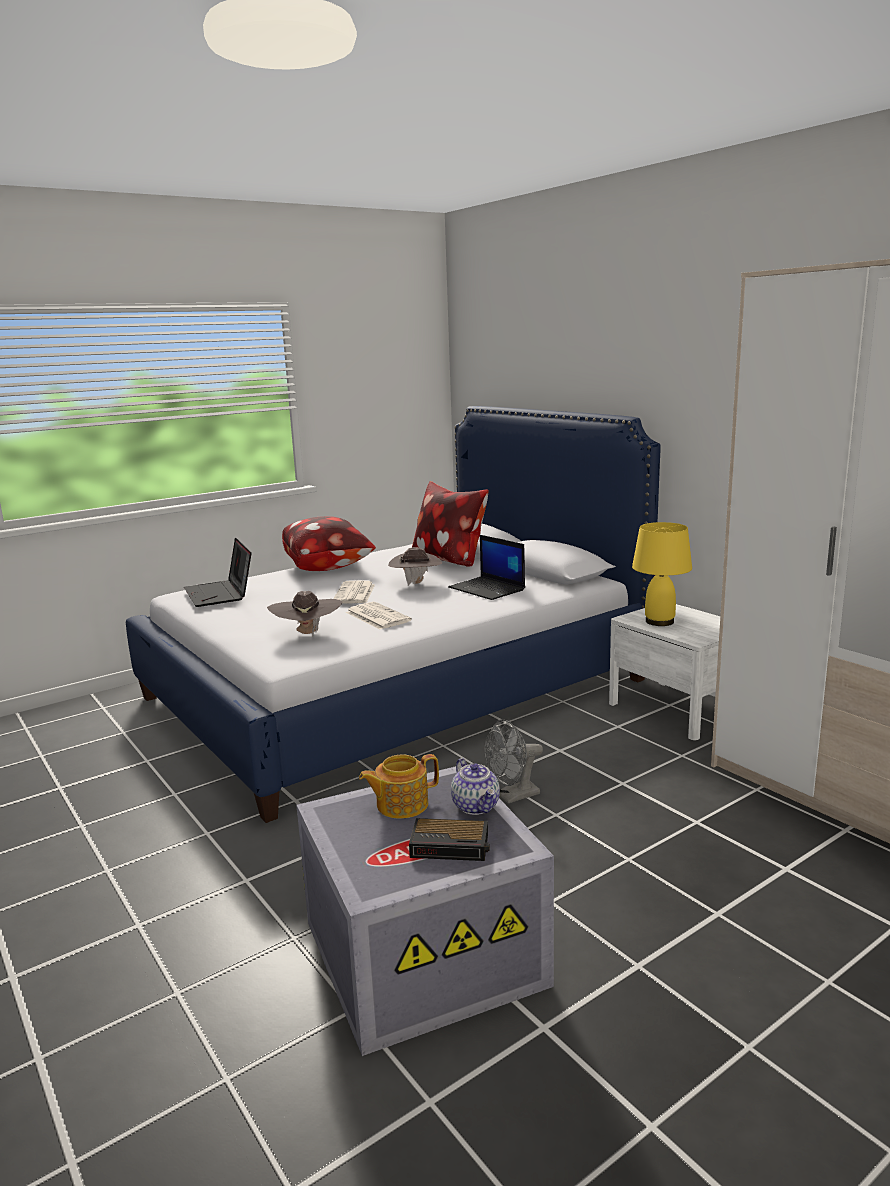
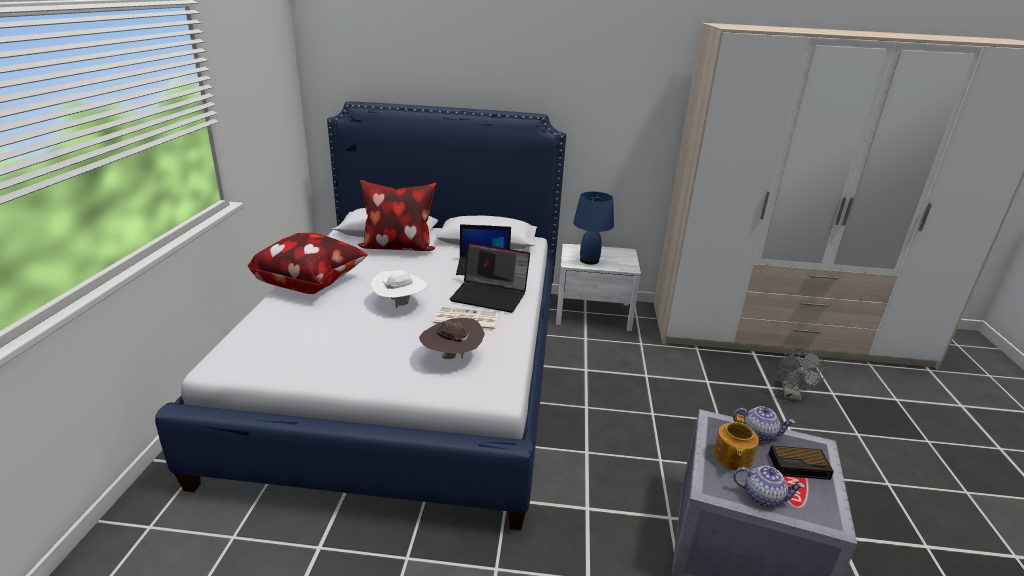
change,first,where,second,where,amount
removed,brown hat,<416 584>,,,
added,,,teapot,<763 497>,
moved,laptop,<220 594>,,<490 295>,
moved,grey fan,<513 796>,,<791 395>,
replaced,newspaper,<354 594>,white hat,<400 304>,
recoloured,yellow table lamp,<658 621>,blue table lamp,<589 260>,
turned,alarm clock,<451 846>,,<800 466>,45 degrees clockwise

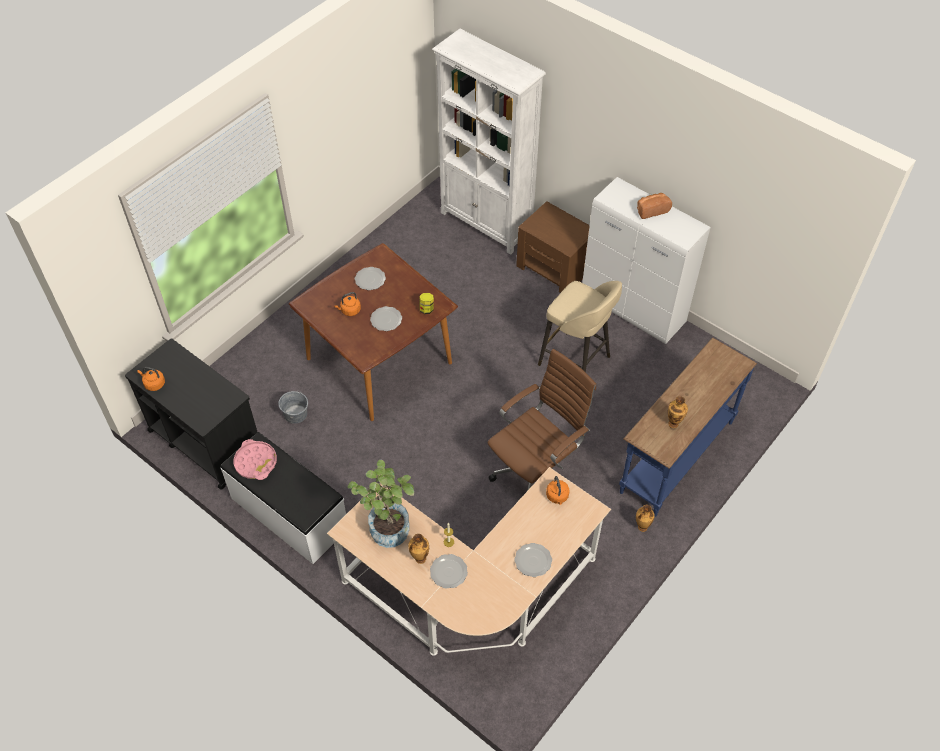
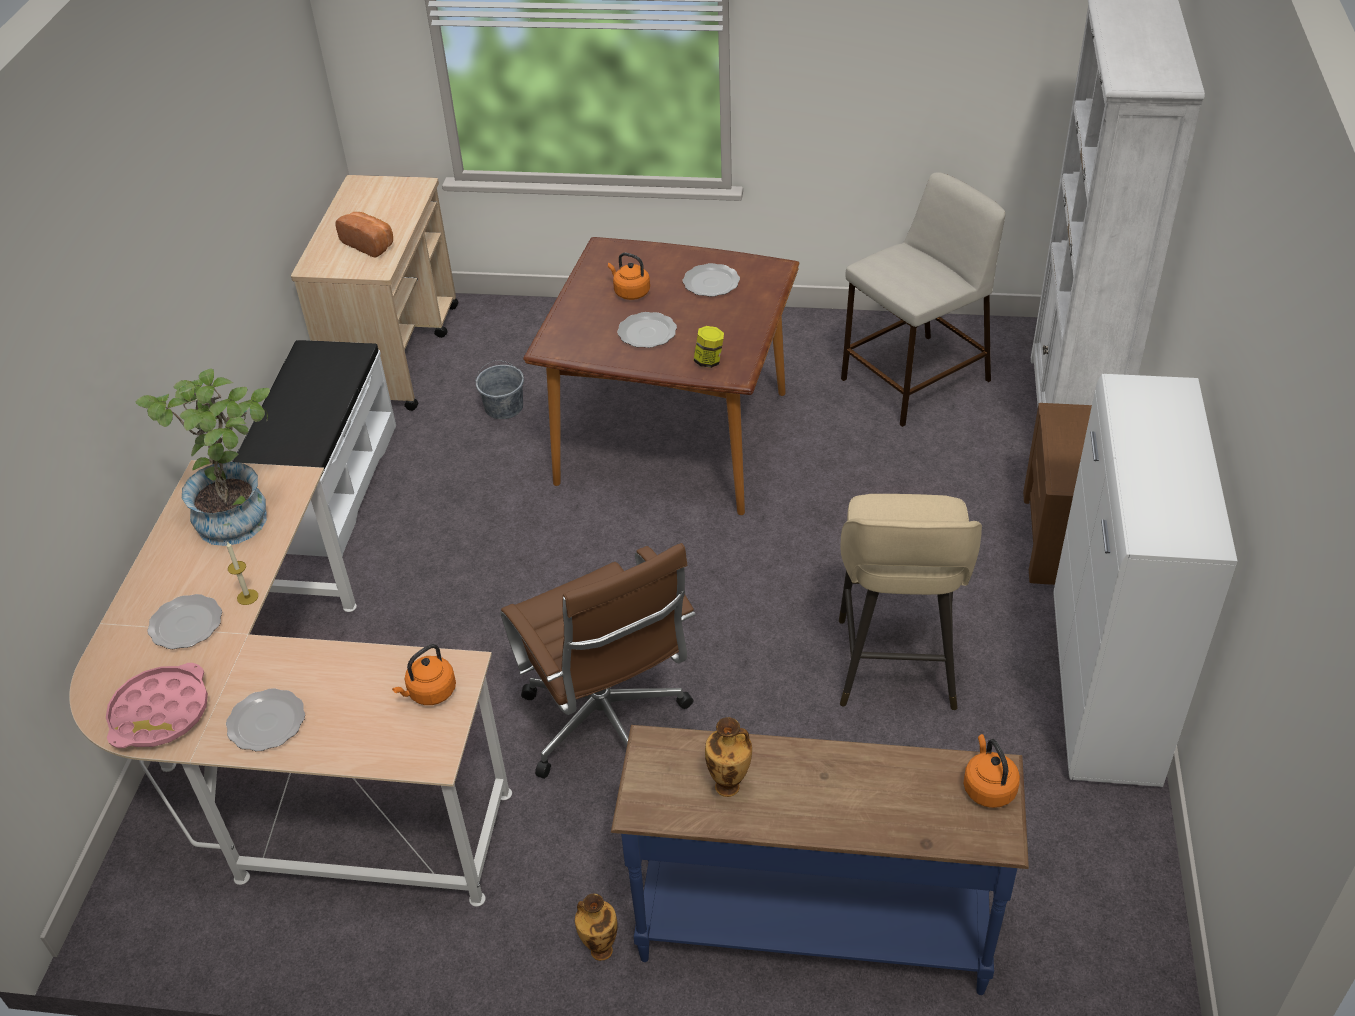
change,first,where,second,where,amount
removed,vase,<419 559>,,,
added,,,beige stool,<914 381>,
moved,orange kettle,<153 384>,,<988 787>,
moved,pink tray,<256 462>,,<160 713>,
moved,bread,<651 210>,,<370 244>,
recoloured,black cart,<205 441>,beige cart,<395 353>,
turned,brown office chair,<536 472>,,<608 728>,45 degrees clockwise

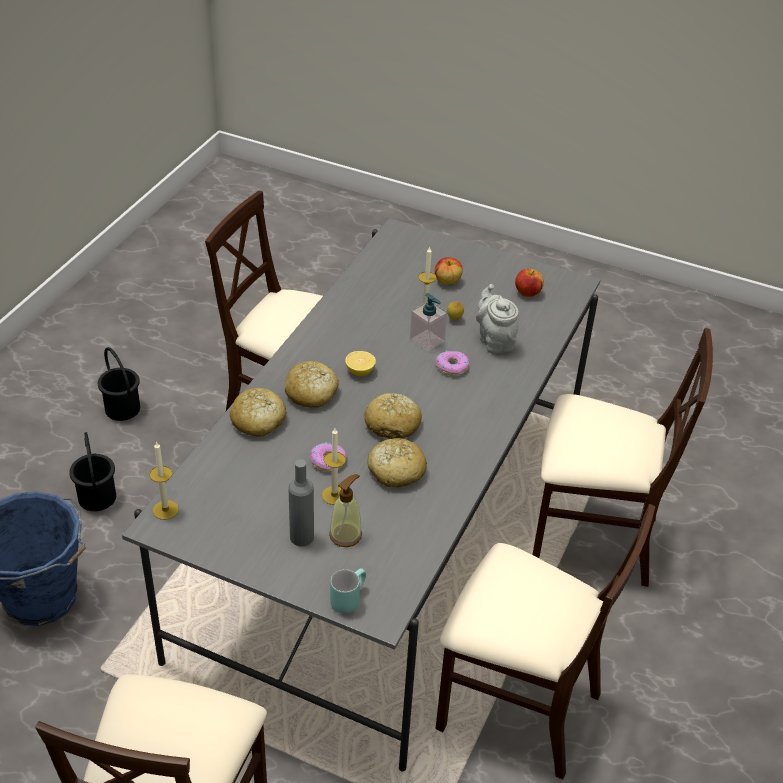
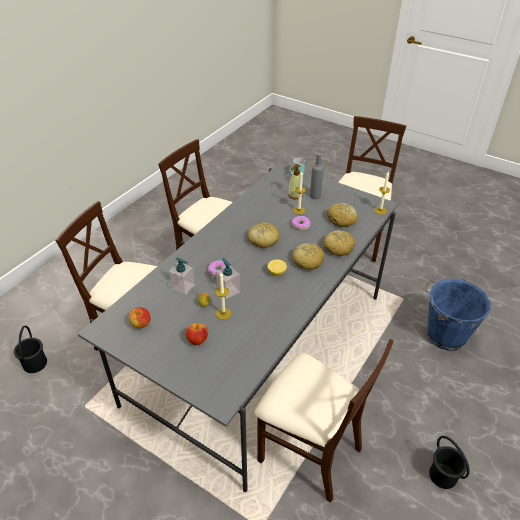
change,first,where,second,where,amount
moved,black bucket,<98 497>,,<34 364>,
moved,bread,<395 471>,,<342 220>,
replaced,grey teapot,<495 340>,soap dispenser,<183 287>,

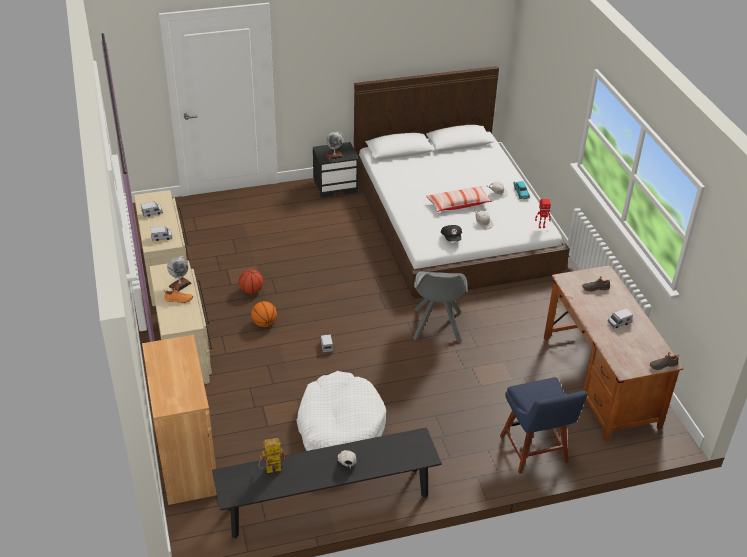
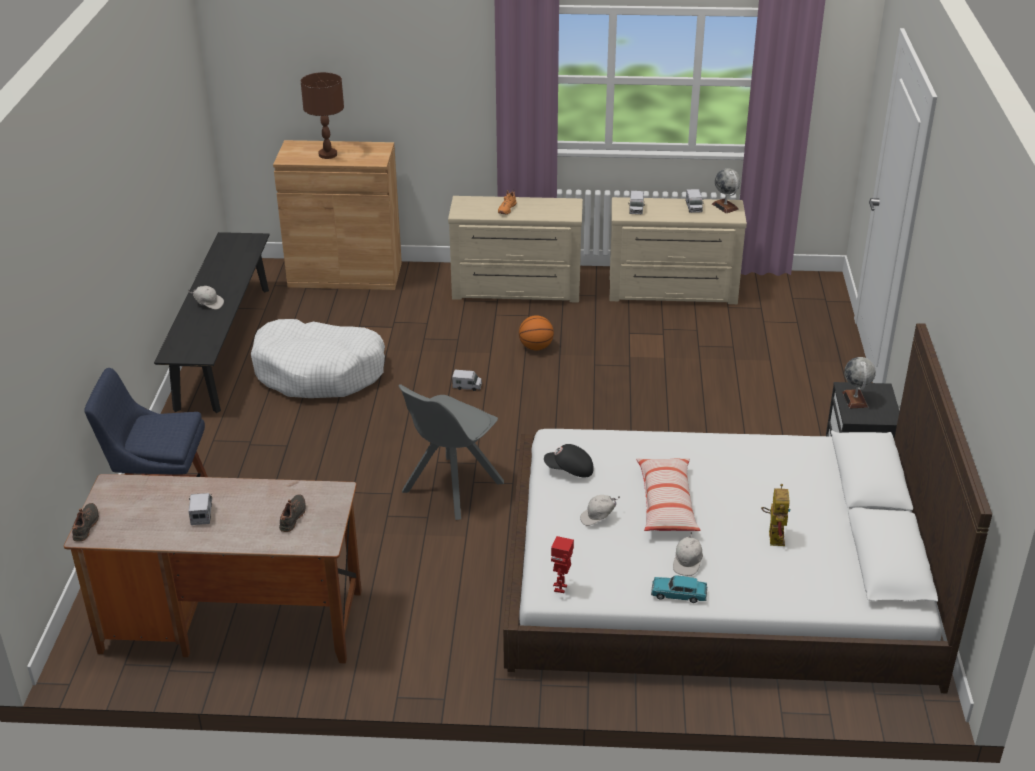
change,first,where,second,where,amount
removed,basketball,<251 291>,,,
added,,,brown table lamp,<328 155>,
moved,globe,<180 284>,,<725 206>,
moved,toy robot,<270 470>,,<773 535>,
turned,grey chair,<437 326>,,<450 488>,75 degrees counterclockwise

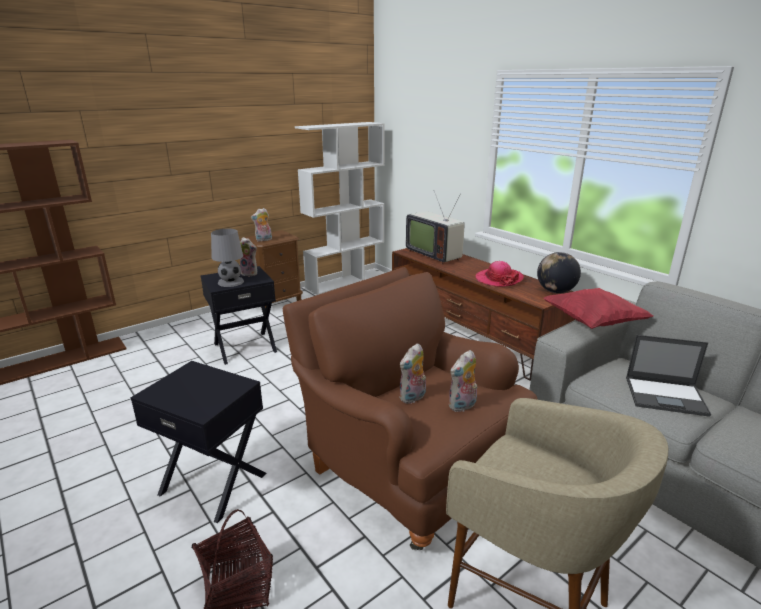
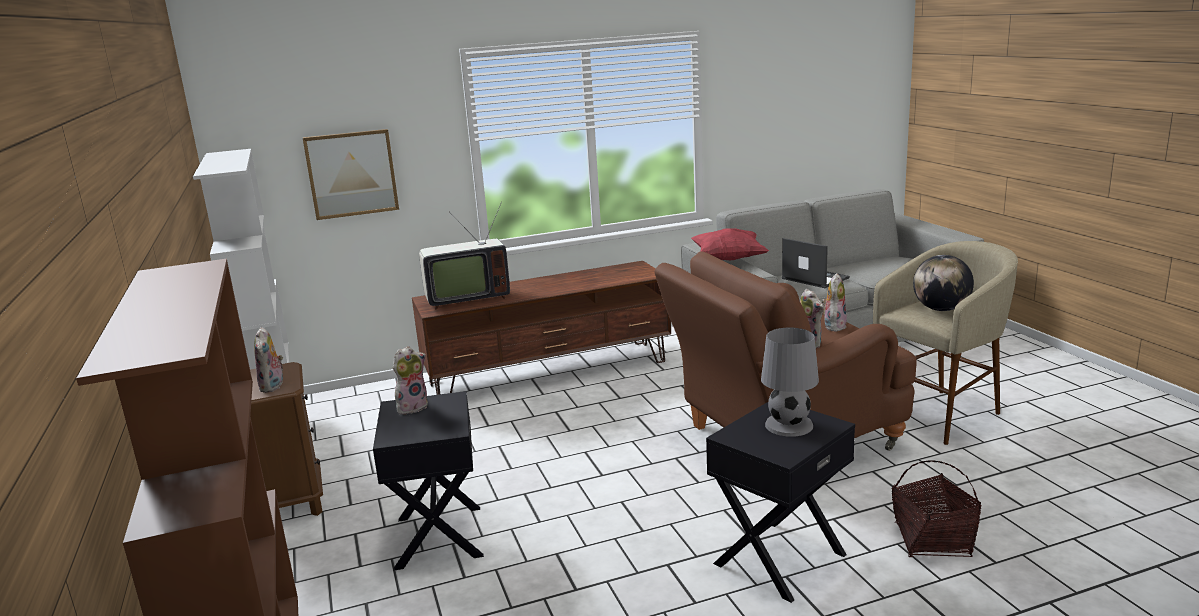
change,first,where,second,where,amount
removed,hat,<498 279>,,,
added,,,picture,<351 174>,
moved,grey table lamp,<230 282>,,<789 425>,
moved,globe,<555 291>,,<941 309>,
turned,plush toy,<462 406>,,<833 326>,135 degrees counterclockwise
turned,laptop,<666 396>,,<814 278>,75 degrees counterclockwise

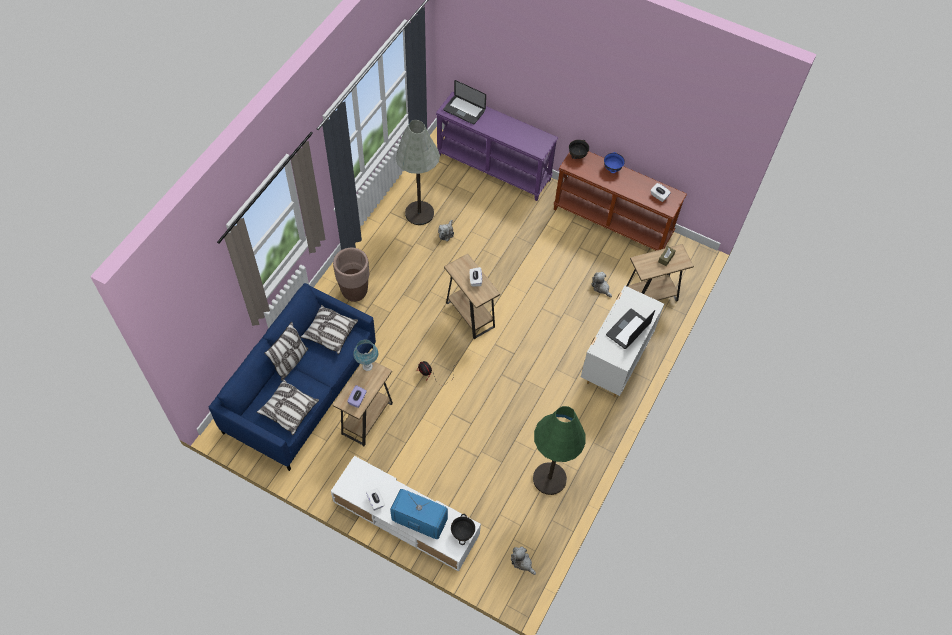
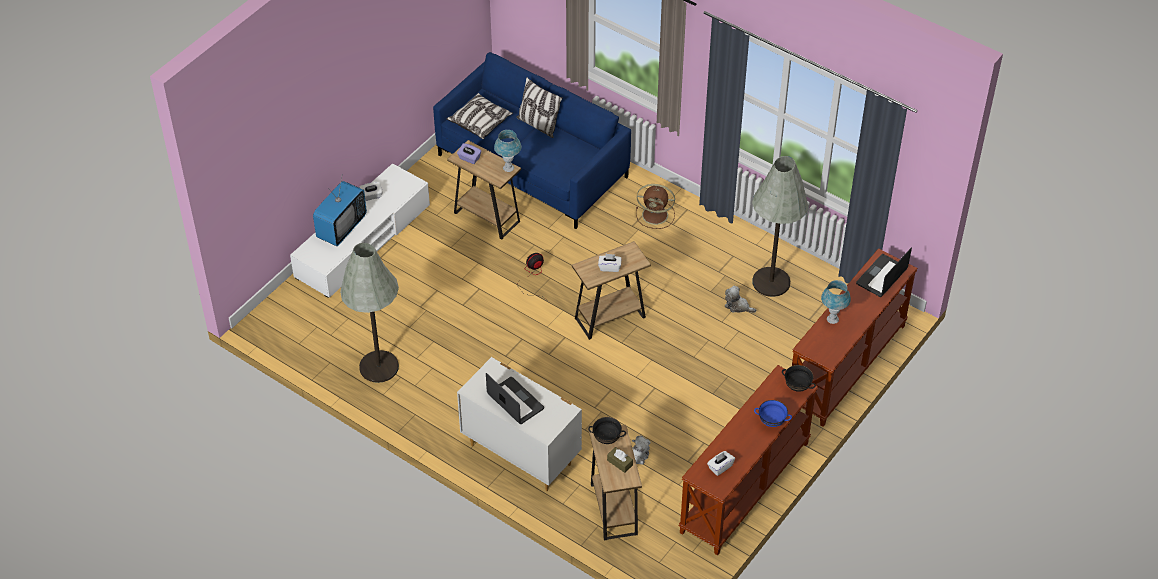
change,first,where,second,where,amount
removed,pillow,<330 333>,,,
removed,plush toy,<522 562>,,,
added,,,blue table lamp,<832 319>,
moved,black bowl,<462 533>,,<607 439>,
replaced,brown planter,<354 292>,brown fan,<656 215>,
recoloured,purple console table,<494 167>,brown console table,<847 366>,
recoloured,green floor lamp,<549 478>,grey floor lamp,<379 367>,

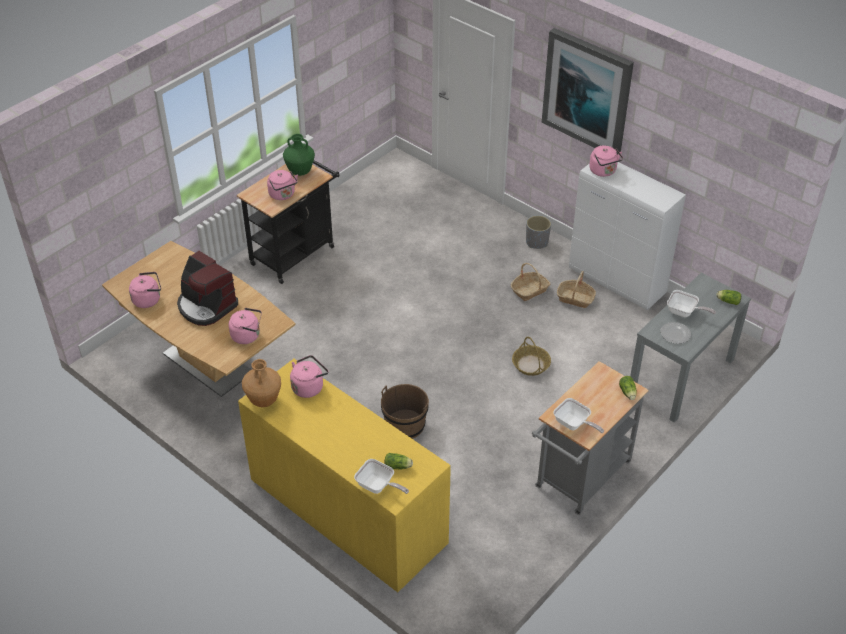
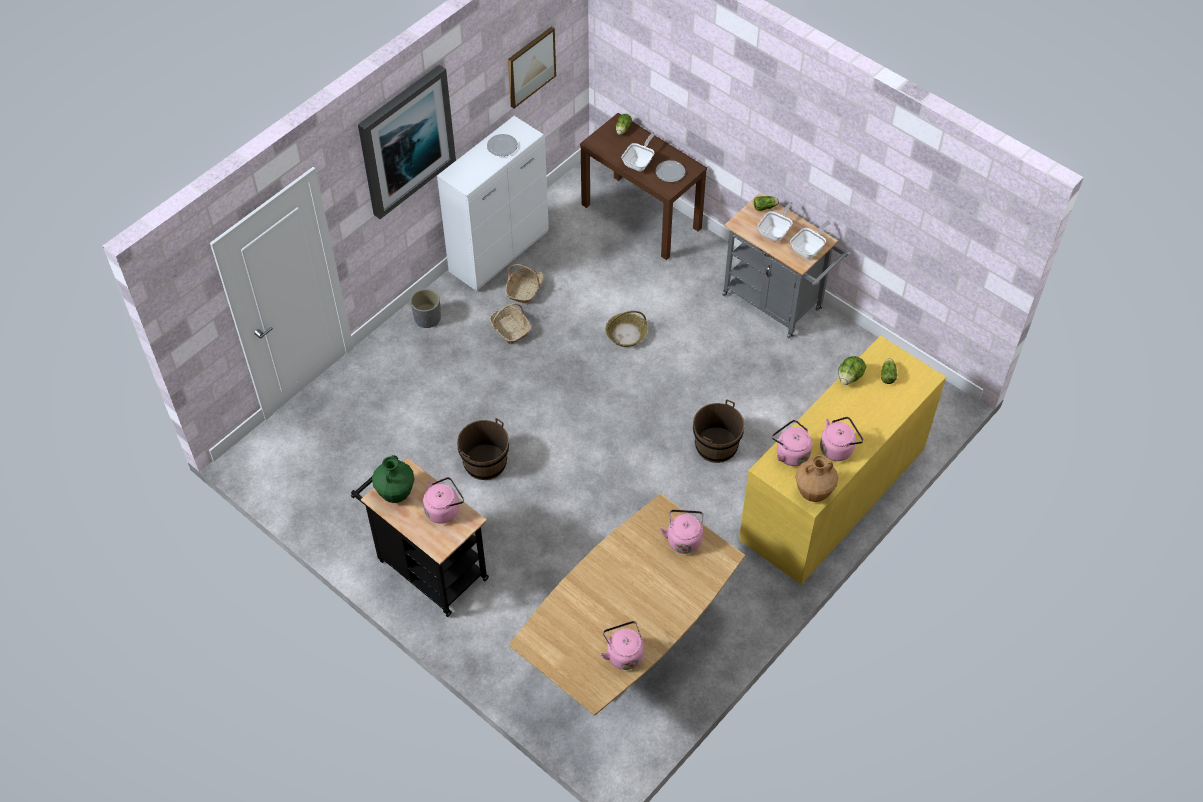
change,first,where,second,where,amount
removed,coffee machine,<206 306>,,,
added,,,brown bucket,<485 462>,
added,,,plate,<502 146>,
added,,,picture,<530 66>,
added,,,lettuce,<849 377>,
moved,frying pan,<378 486>,,<775 231>,
moved,pink kettle,<604 171>,,<838 448>,
recoloured,grey console table,<681 377>,brown console table,<641 216>,

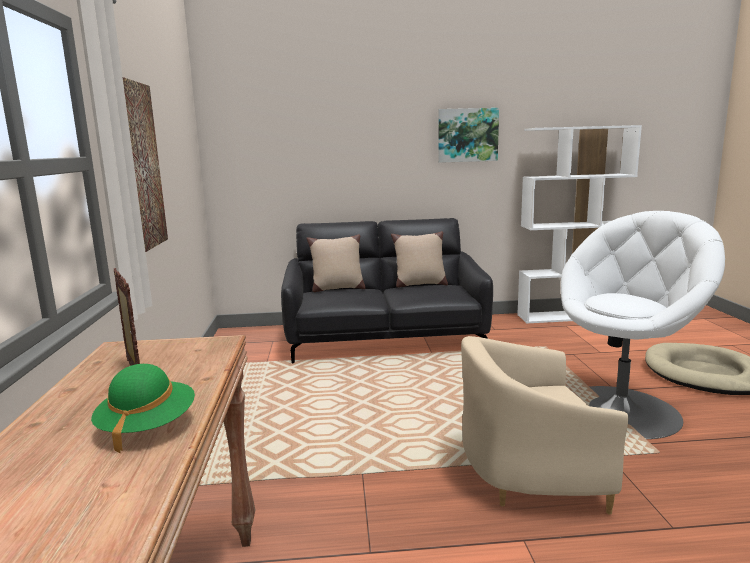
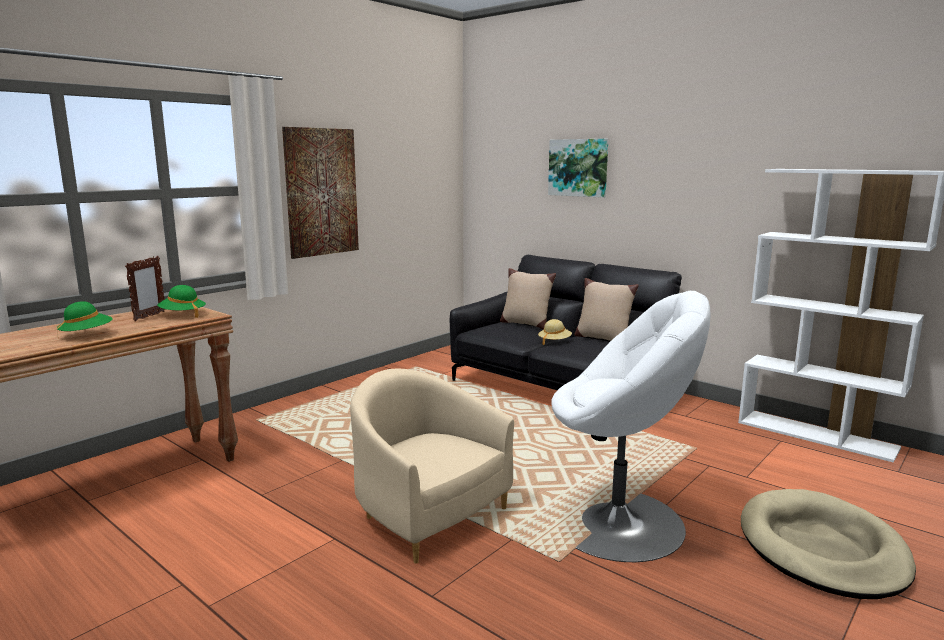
change,first,where,second,where,amount
added,,,green hat,<182 315>,
added,,,beige hat,<554 342>,
moved,picture,<467 135>,,<578 167>,

